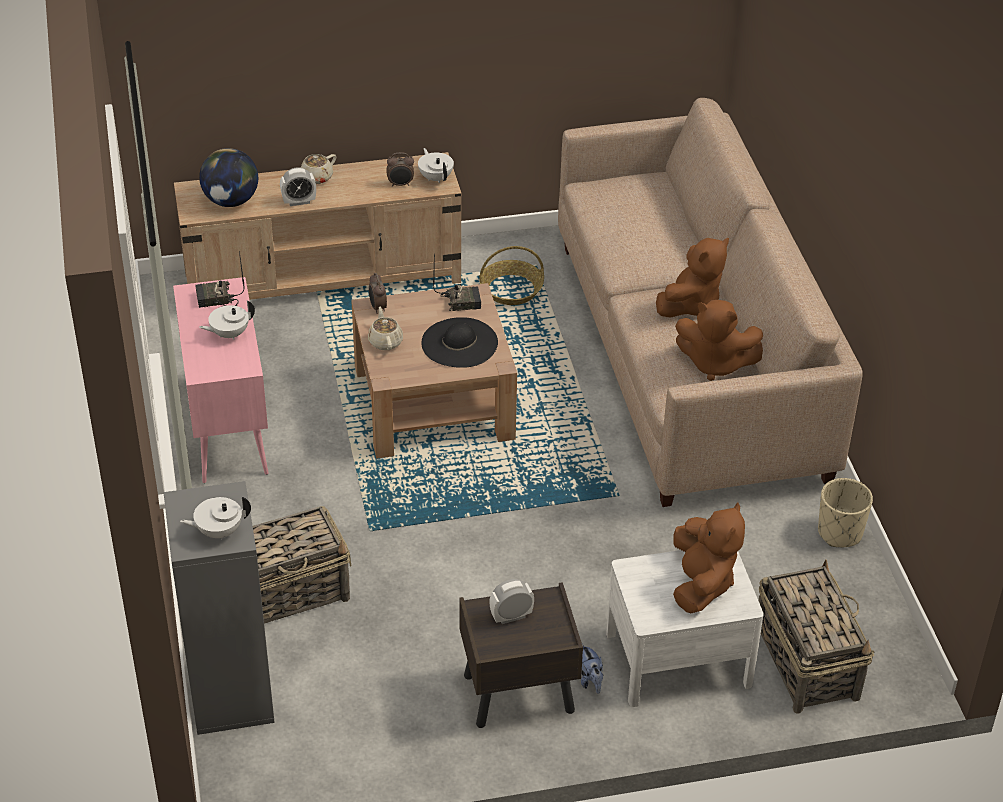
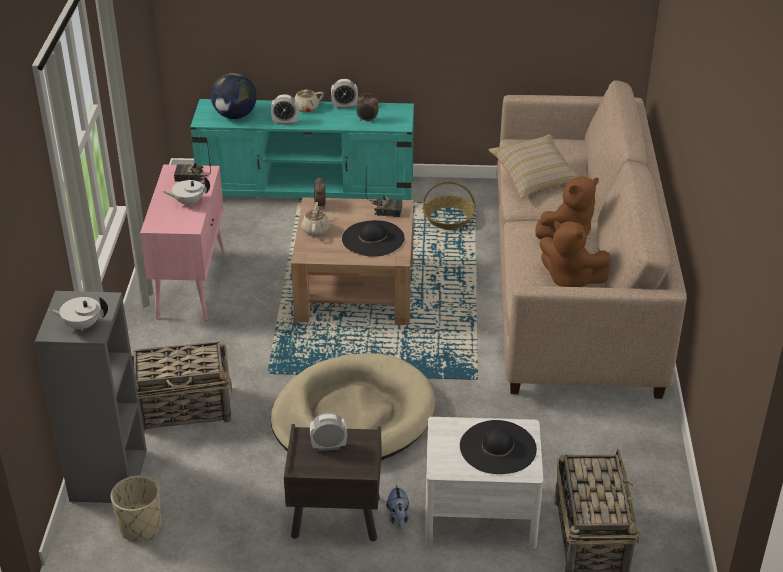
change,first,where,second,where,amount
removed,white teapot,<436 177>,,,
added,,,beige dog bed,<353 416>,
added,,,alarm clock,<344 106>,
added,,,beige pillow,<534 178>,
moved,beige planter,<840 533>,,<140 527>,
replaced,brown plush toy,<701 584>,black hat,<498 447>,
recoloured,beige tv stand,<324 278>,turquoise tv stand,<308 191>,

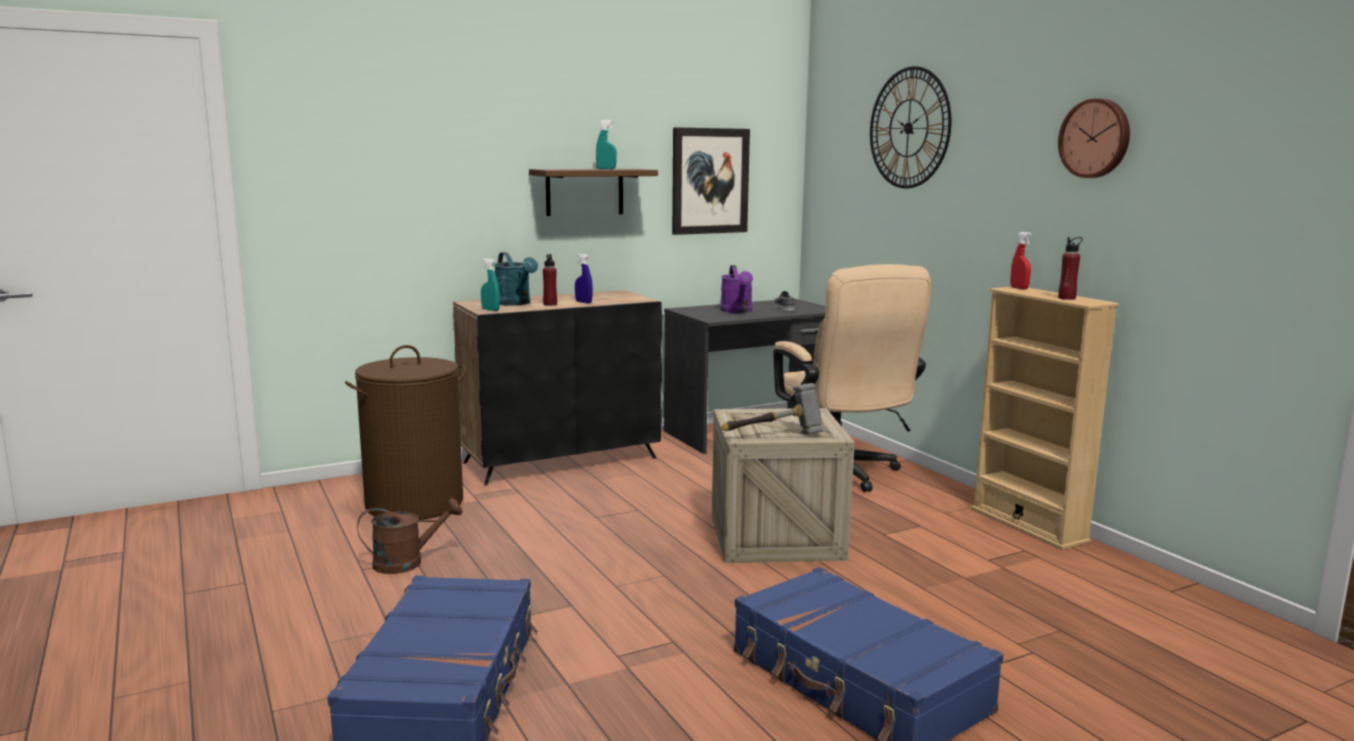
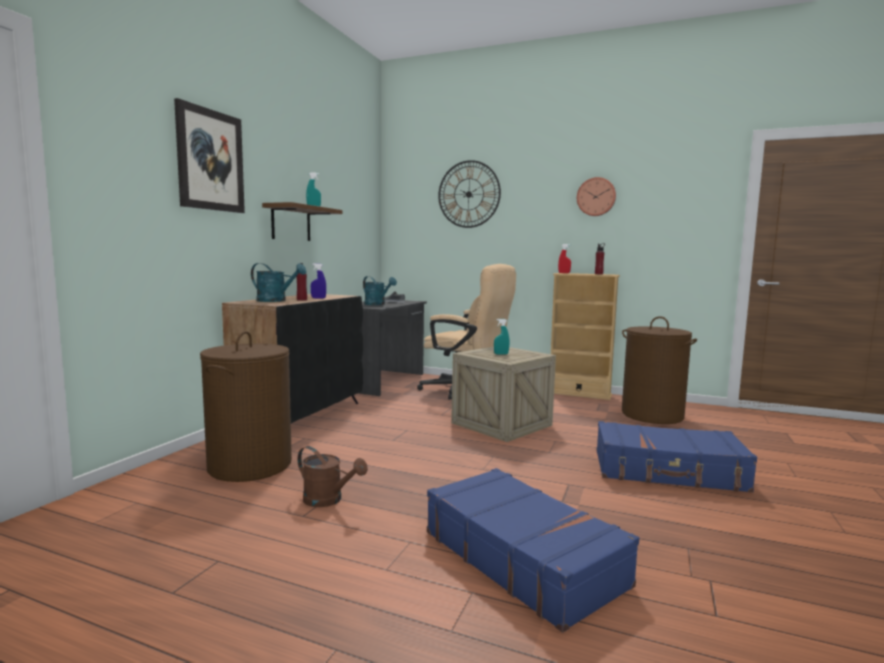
change,first,where,second,where,amount
removed,hammer,<774 436>,,,
added,,,brown laundry basket,<651 415>,
moved,turquoise spray bottle,<490 310>,,<501 354>,
moved,picture,<710 181>,,<210 160>,
recoloured,purple watering can,<737 311>,turquoise watering can,<377 304>,
turned,brown watering can,<407 562>,,<328 500>,90 degrees clockwise

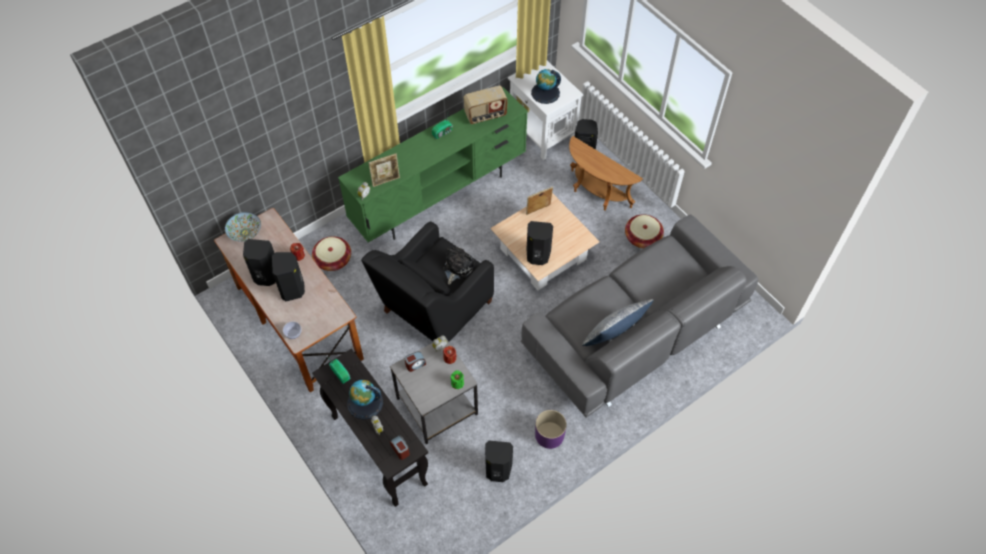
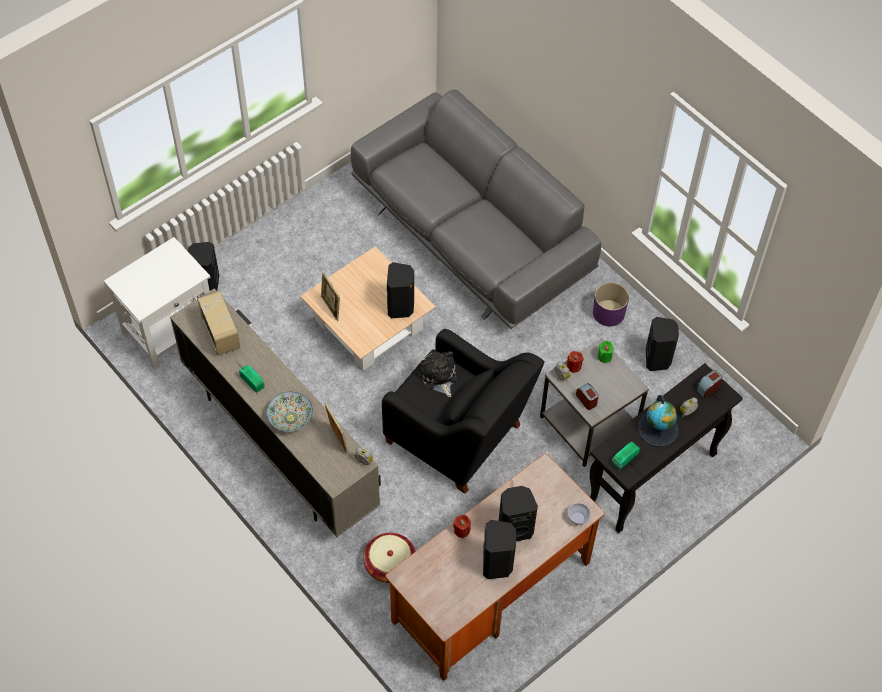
change,first,where,second,where,amount
removed,globe,<545 93>,,,
removed,brown side table,<596 194>,,,
removed,pillow,<613 336>,,,
removed,basket,<642 237>,,,
moved,bowl,<245 233>,,<290 418>,
recoloured,green tv stand,<440 196>,beige tv stand,<279 445>,
turned,plush toy,<457 268>,,<438 376>,45 degrees clockwise

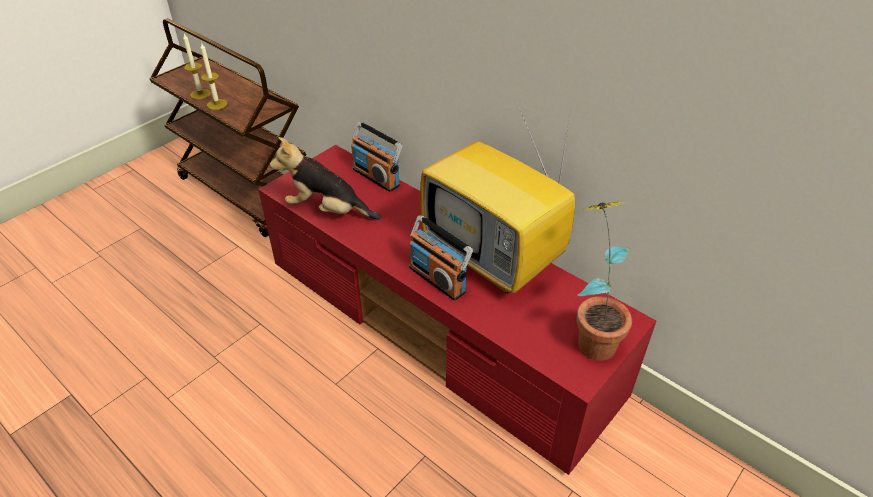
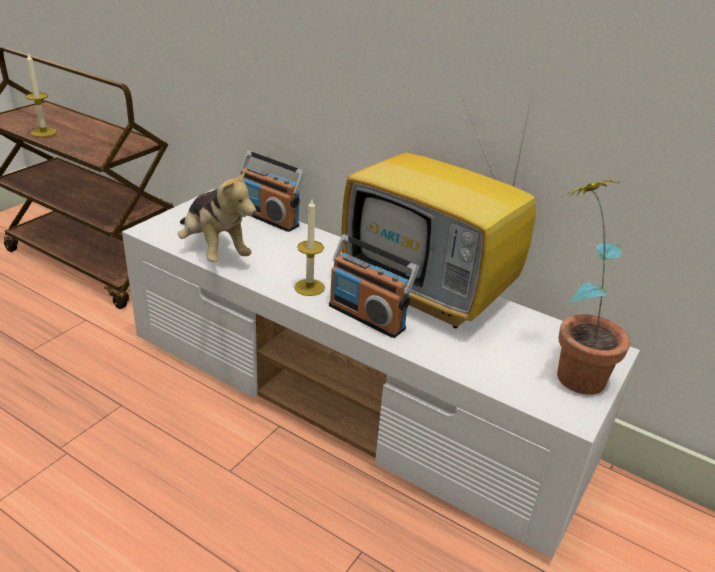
change,first,where,second,where,amount
moved,candle,<217 104>,,<309 287>,
recoloured,red tv stand,<439 329>,white tv stand,<352 400>,
turned,plush toy,<327 210>,,<214 250>,135 degrees counterclockwise

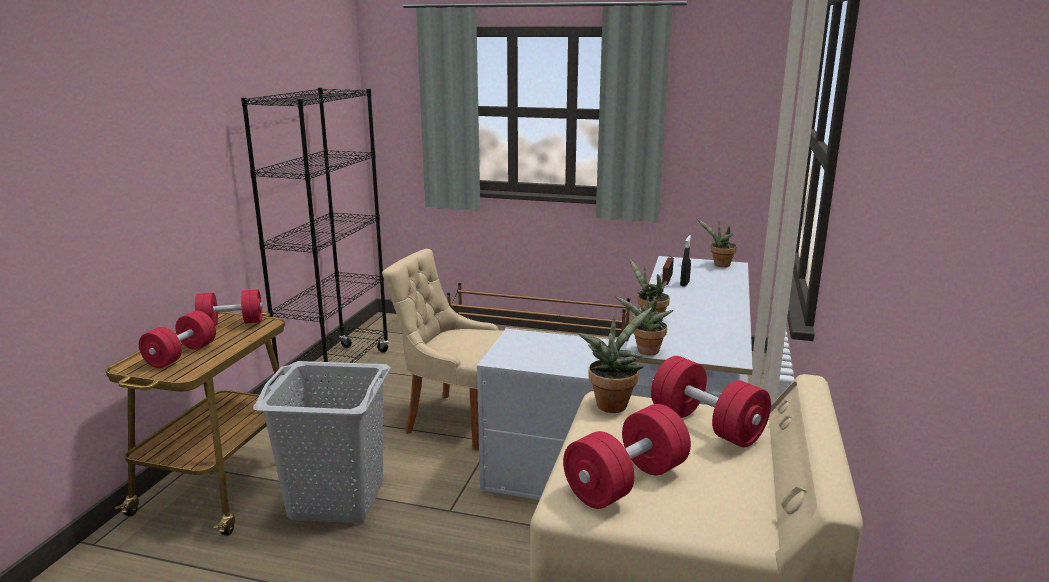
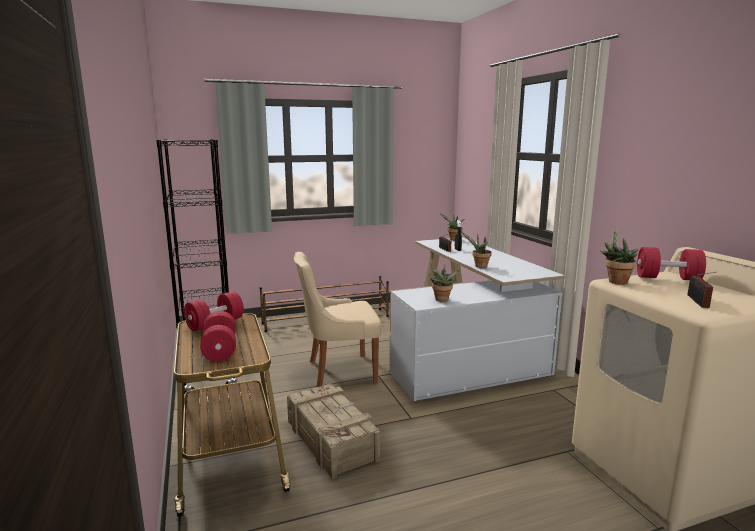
change,first,where,second,where,amount
moved,potted plant,<646 352>,,<441 300>,
replaced,grey laundry basket,<336 499>,crate,<331 439>,
replaced,red dumbbell,<626 482>,radio,<698 302>,

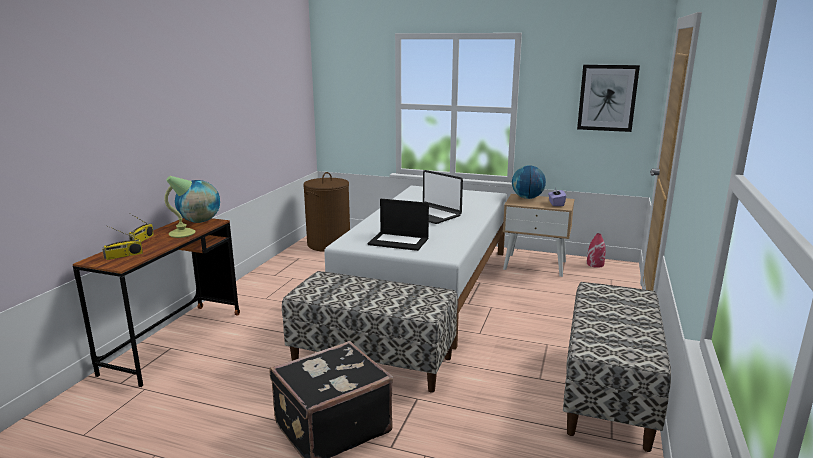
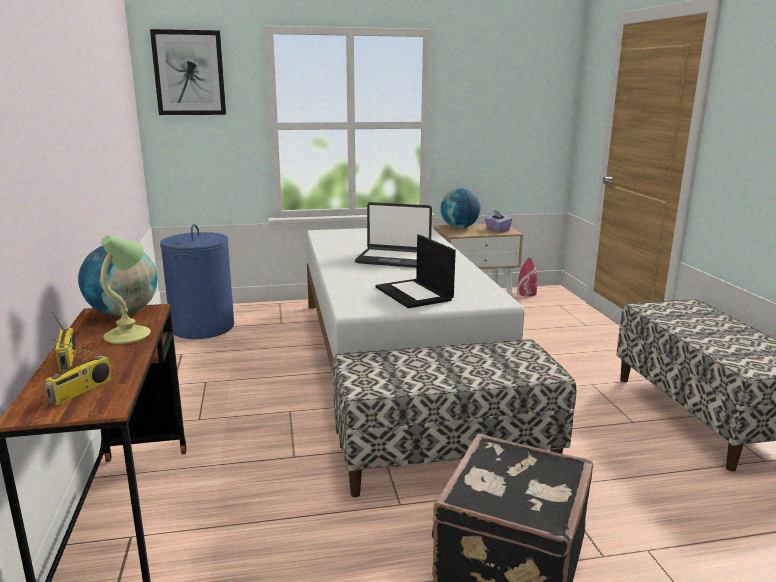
change,first,where,second,where,amount
moved,picture,<607 98>,,<189 73>,
recoloured,brown laundry basket,<329 244>,blue laundry basket,<203 327>,
turned,laptop,<399 241>,,<414 294>,75 degrees clockwise

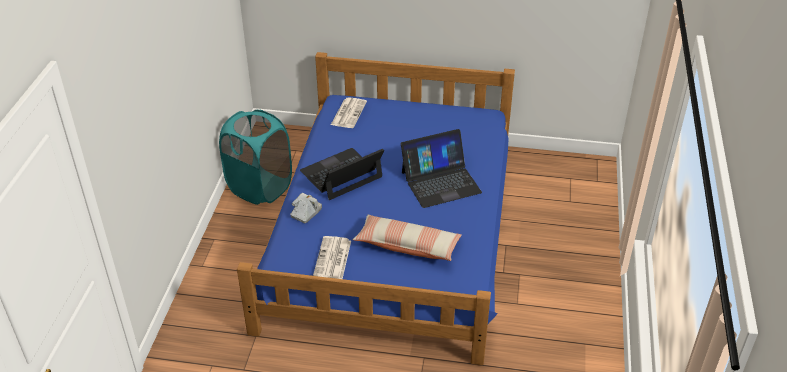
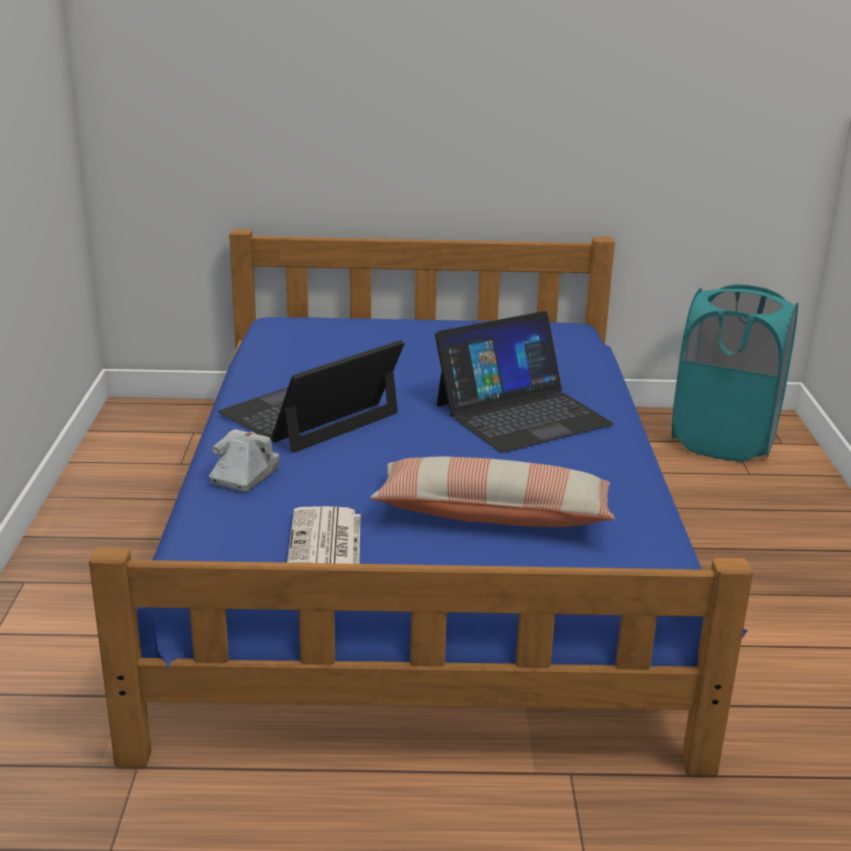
change,first,where,second,where,amount
removed,newspaper,<348 113>,,,
moved,turquoise laundry basket,<260 188>,,<724 440>,

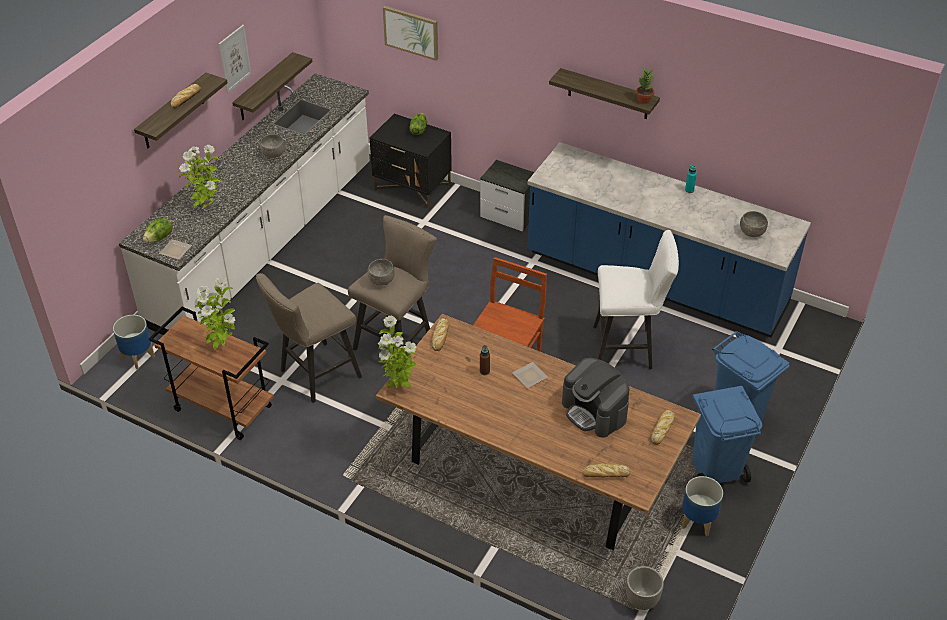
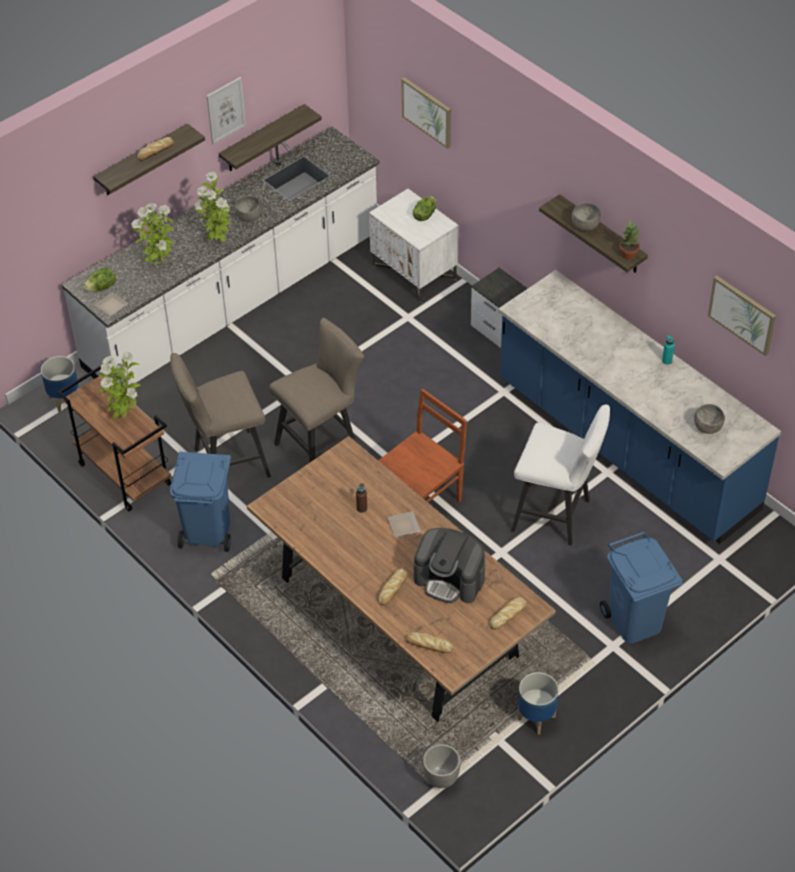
change,first,where,second,where,amount
added,,,picture,<742 314>,
moved,grey bowl,<381 281>,,<585 226>,
moved,potted plant,<398 387>,,<217 240>,
moved,bread,<440 337>,,<392 589>,
moved,blue trash can,<716 468>,,<209 532>,
recoloured,black nightstand,<413 187>,white nightstand,<414 273>,
turned,coffee machine,<594 411>,,<450 579>,45 degrees counterclockwise

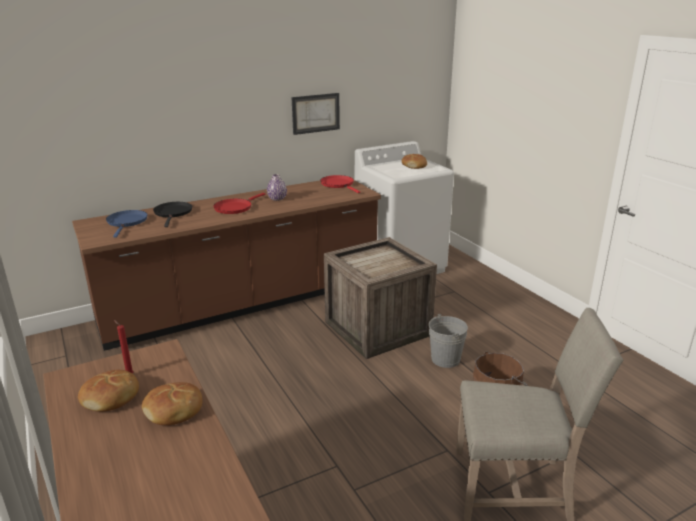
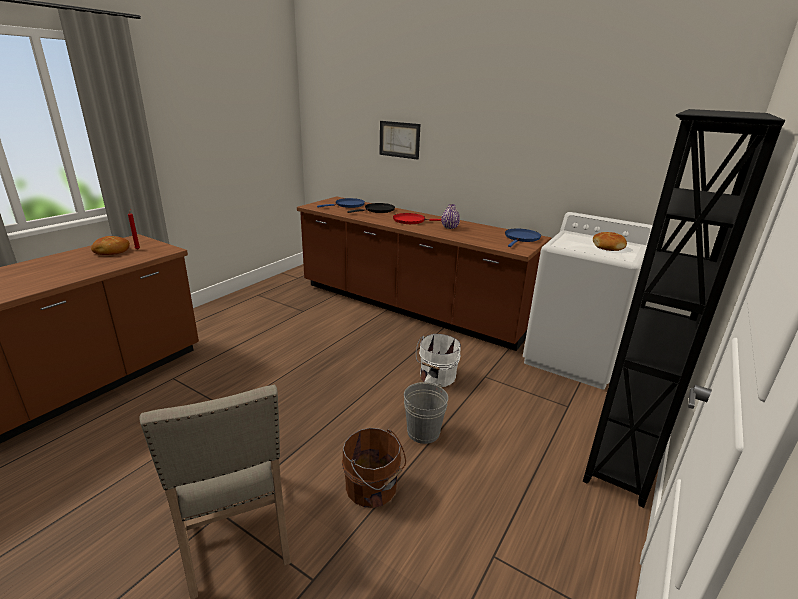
change,first,where,second,where,amount
removed,bread,<174 411>,,,
added,,,black bookcase,<622 453>,
moved,picture,<315 113>,,<399 139>,
replaced,crate,<377 329>,white bucket,<436 377>,
recoloured,red frying pan,<338 184>,blue frying pan,<521 238>,

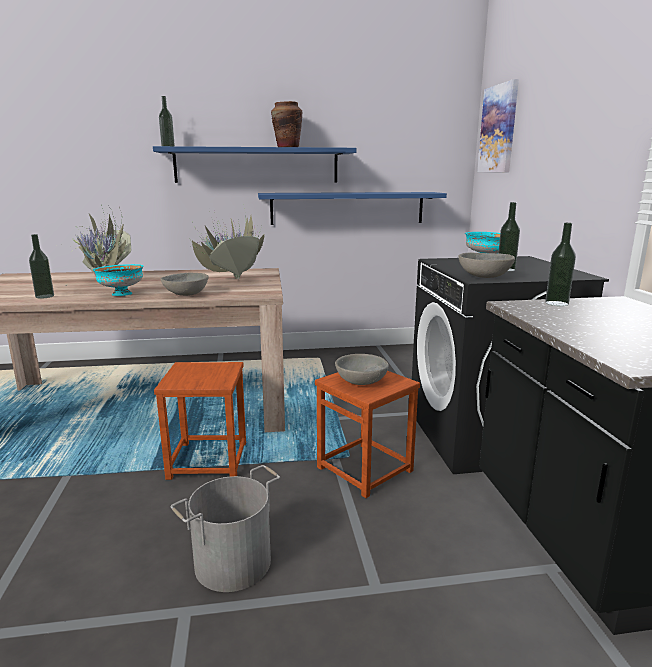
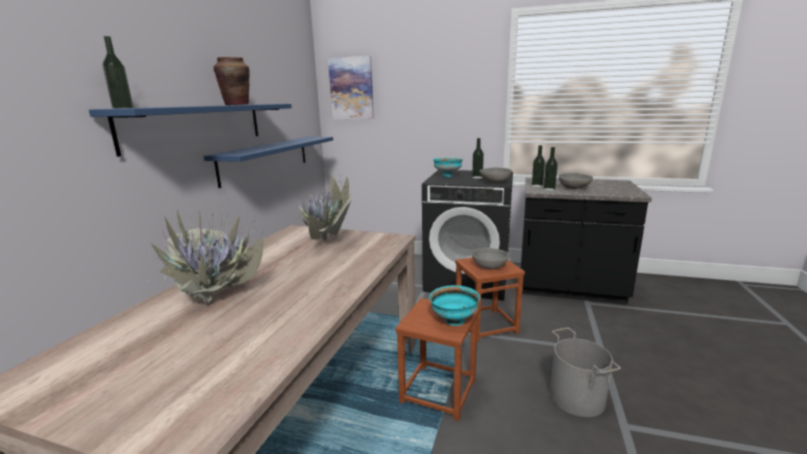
change,first,where,second,where,amount
moved,bottle,<45 296>,,<549 189>,
moved,turquoise bowl,<121 294>,,<454 321>,
moved,grey bowl,<185 294>,,<573 188>,

